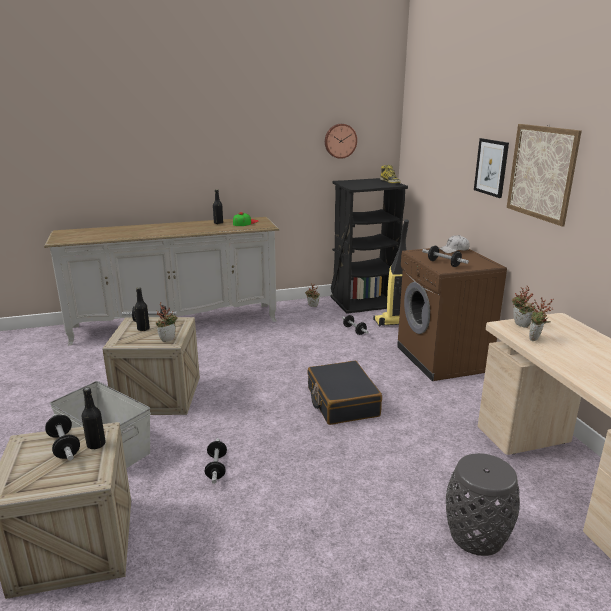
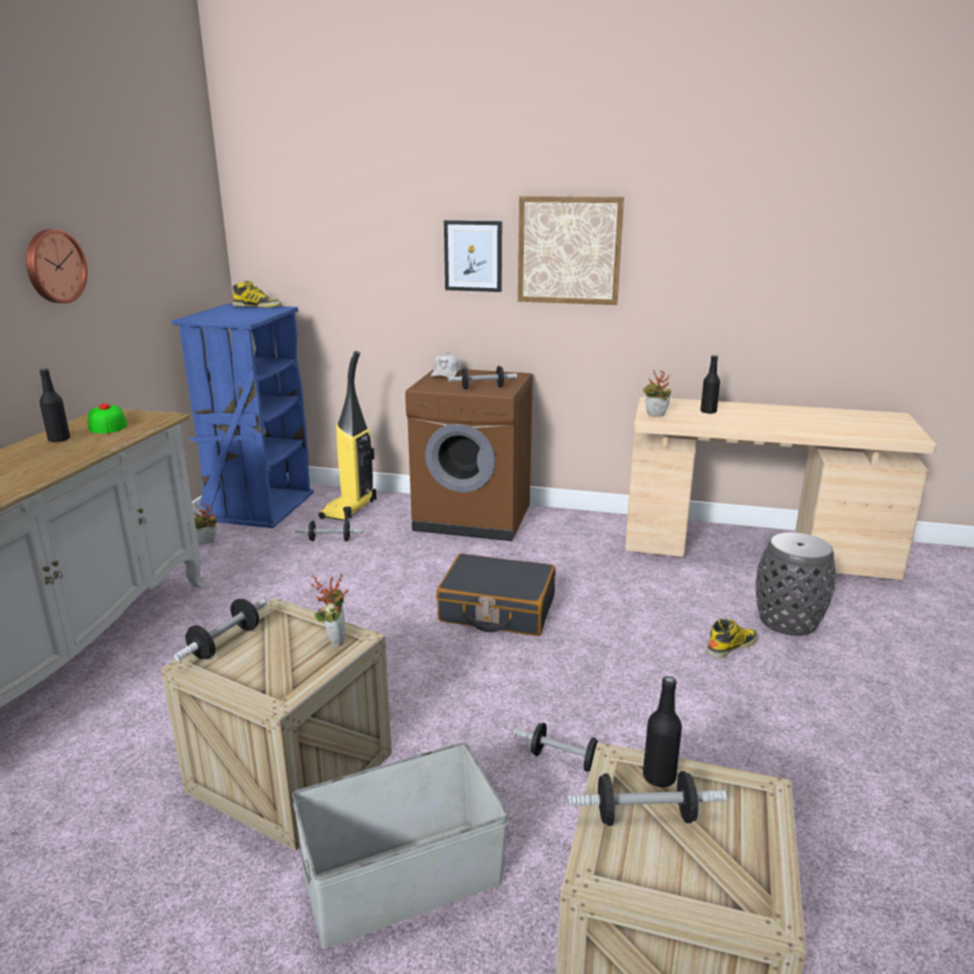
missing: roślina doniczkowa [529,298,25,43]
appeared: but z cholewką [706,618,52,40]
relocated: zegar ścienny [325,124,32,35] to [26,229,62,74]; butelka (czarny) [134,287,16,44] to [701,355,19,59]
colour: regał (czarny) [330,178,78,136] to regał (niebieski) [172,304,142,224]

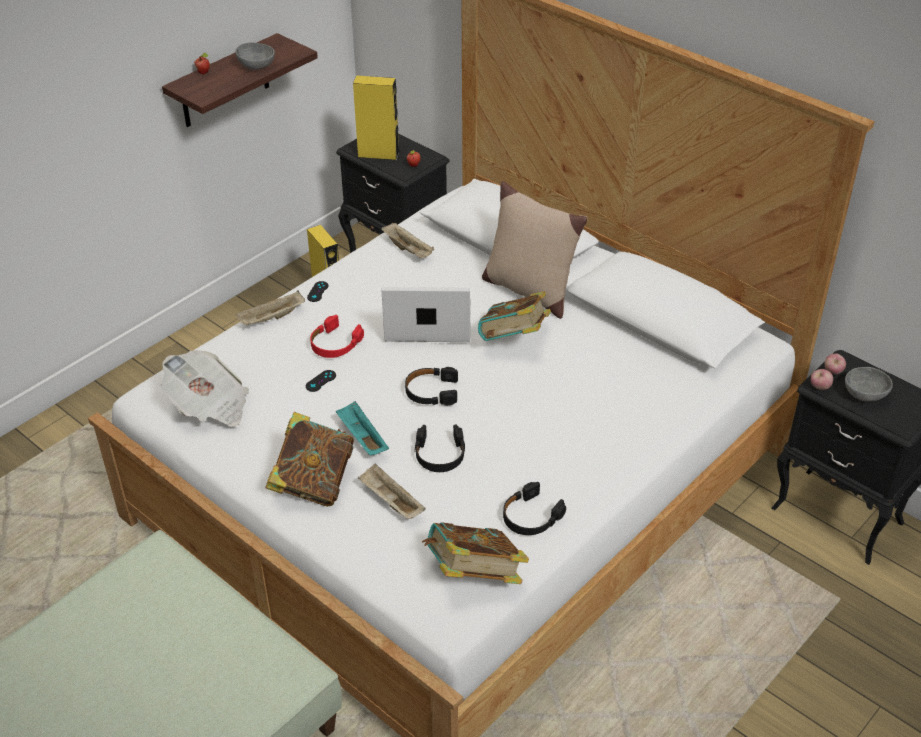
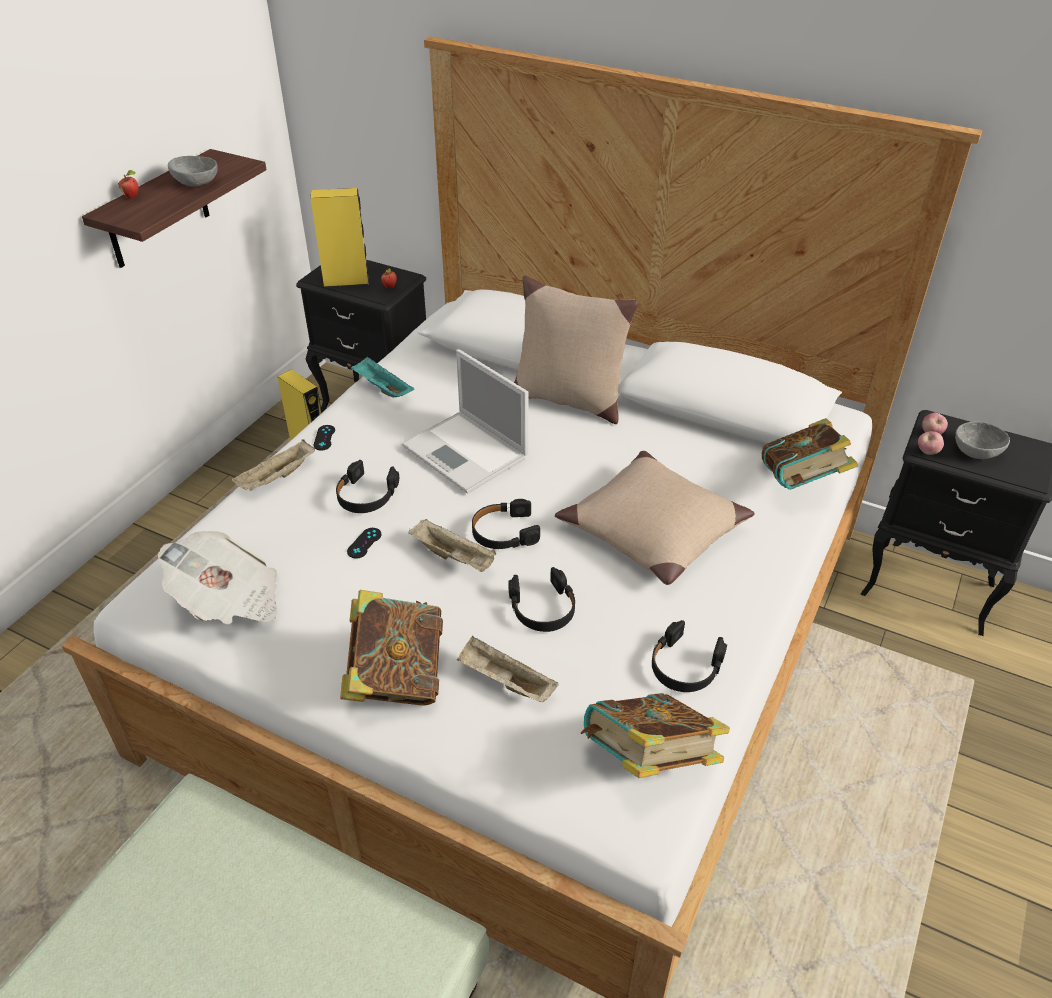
appeared: poduszka (beżowy) [555,451,200,134]
relocated: taca (turkusowy) [336,401,53,54] to [351,356,63,41]; taca (beżowy) [381,223,53,35] to [409,519,87,53]; książka [478,291,73,50] to [762,418,96,71]
colour: słuchawki (czerwony) [310,315,54,43] to słuchawki (czarny) [336,460,63,53]
spun: laptop [381,287,90,55] = [402,349,127,145] 120 degrees counterclockwise

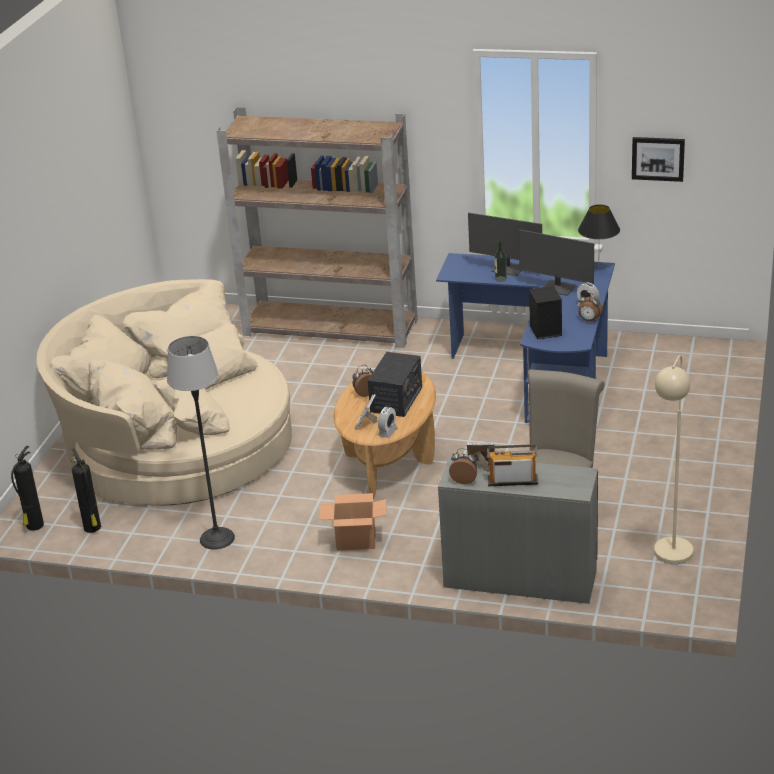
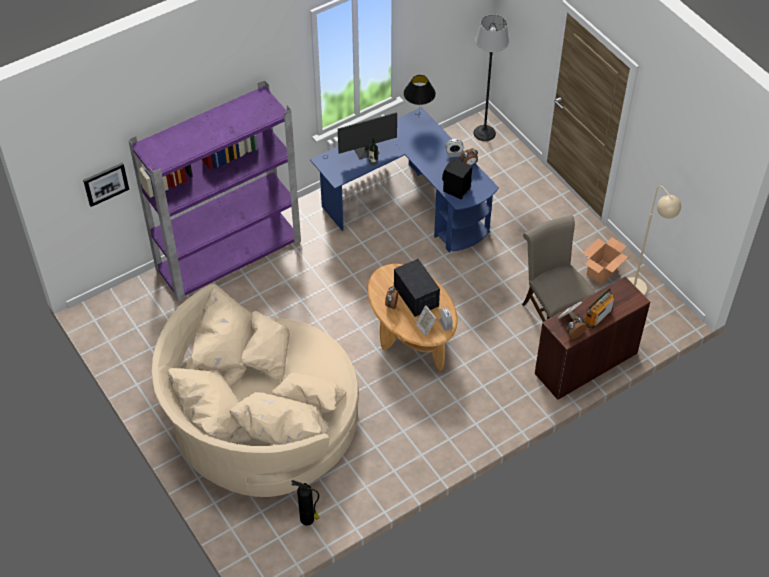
missing: gaśnica [11,446,33,85]; monitor [519,229,75,67]
relocated: obraz [632,137,53,45] to [83,163,46,44]; lampa stojąca [167,336,68,214] to [473,15,36,126]; karton [320,493,66,58] to [583,237,45,48]
colour: regał (brązowy) [217,107,201,241] to regał (fioletowy) [128,80,173,222]; biurko (szary) [438,455,160,149] to biurko (brązowy) [535,276,115,124]

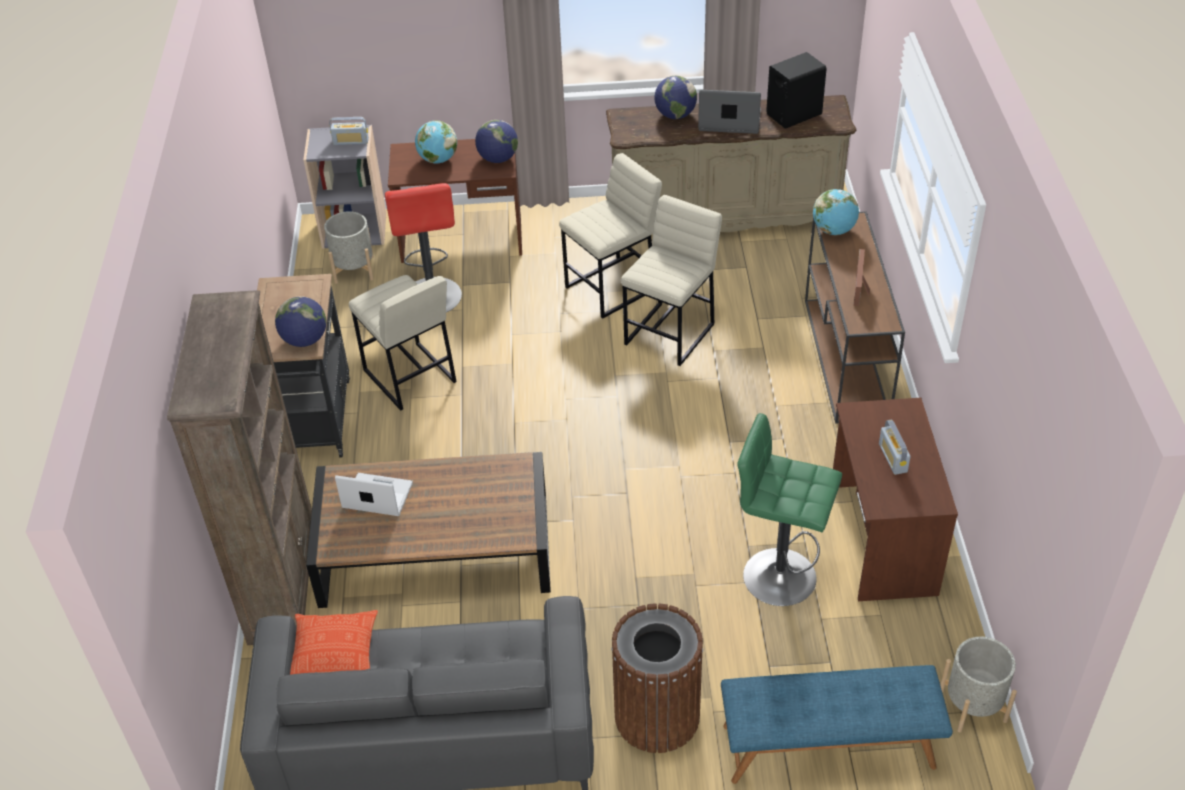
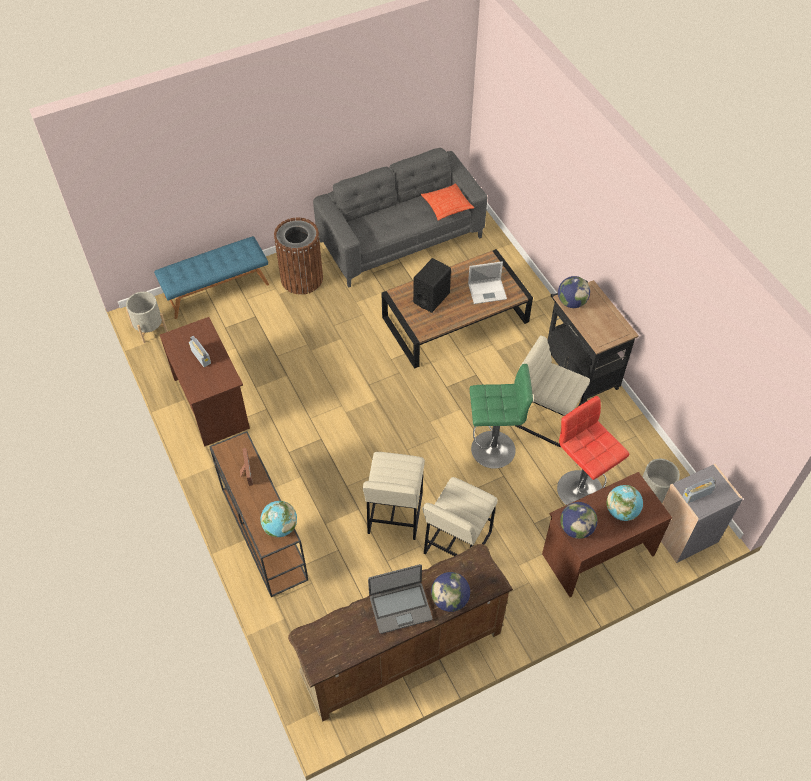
missing: regał (brązowy) [167,290,145,355]
relocated: głośnik (czarny) [766,52,61,77] to [413,258,38,55]; stołek (zielony) [737,413,105,193] to [470,364,63,105]

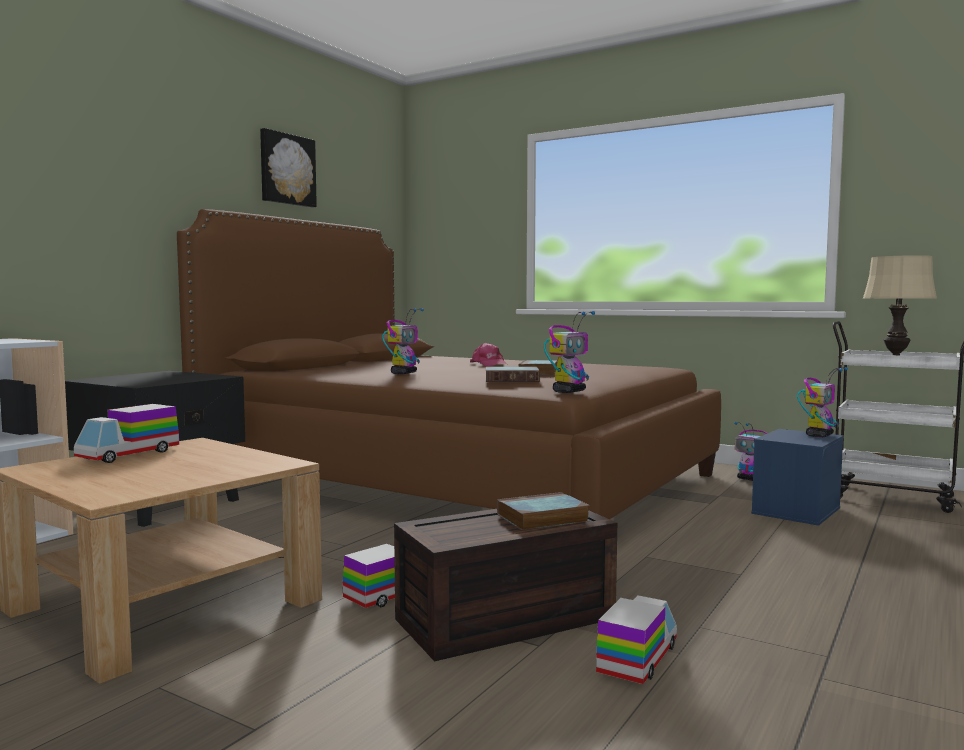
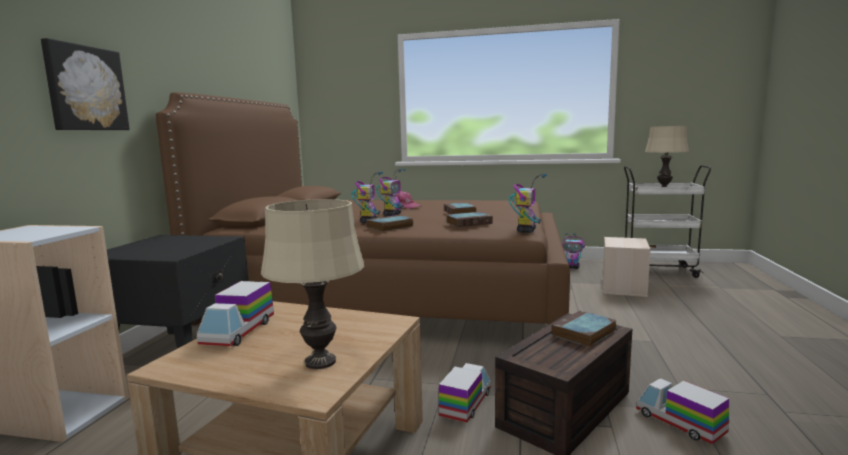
appeared: lampa stołowa (beżowy) [261,199,104,170]; książka [366,215,47,16]
relocated: obraz [260,128,57,80] to [41,38,89,92]; robot zabawkowy [797,367,51,70] to [376,169,30,47]
colour: pojemnik do przechowywania (niebieski) [751,429,93,97] to pojemnik do przechowywania (beżowy) [602,237,49,60]
spun: ciężarówka zabawkowa [596,595,81,89] = [636,378,93,66] 45 degrees counterclockwise

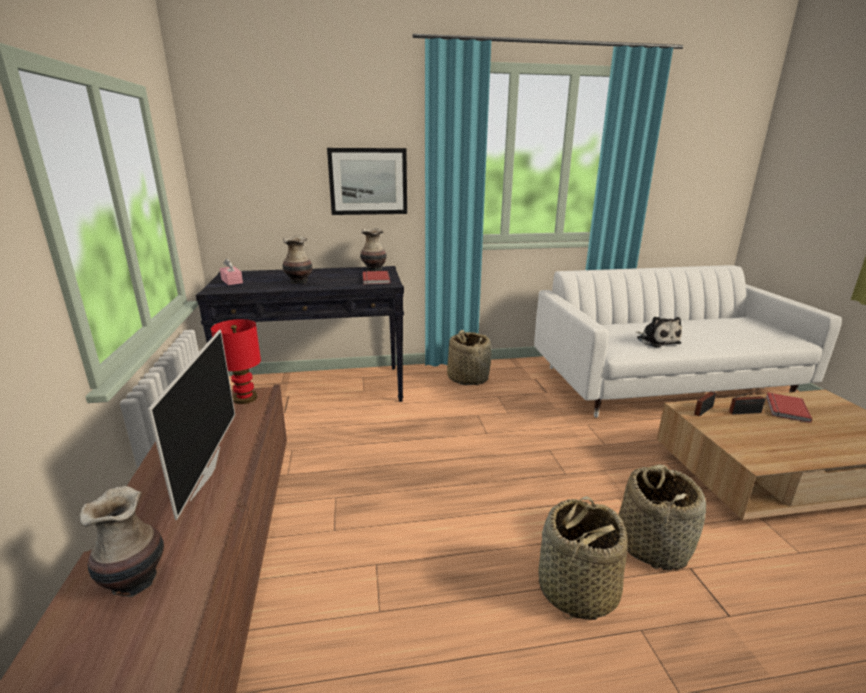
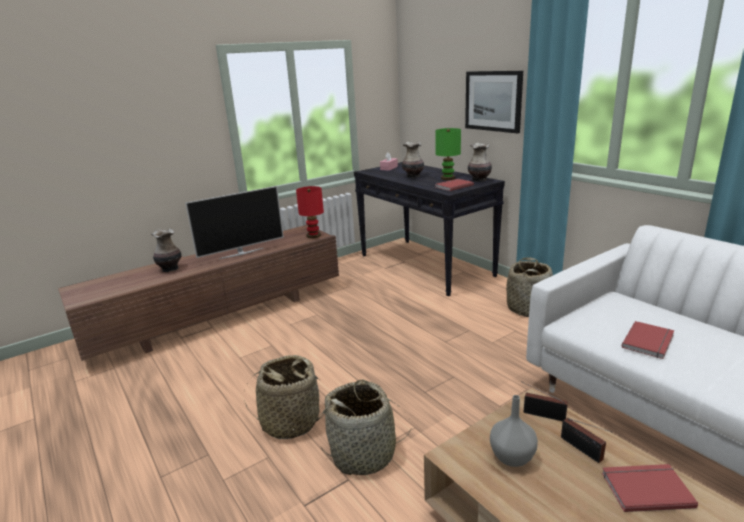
appeared: lampa stołowa (zielony) [435,128,26,52]; wazon (szary) [490,395,48,72]
exchanged: pluszak [636,317,46,30] to książka (czerwony) [622,321,52,38]

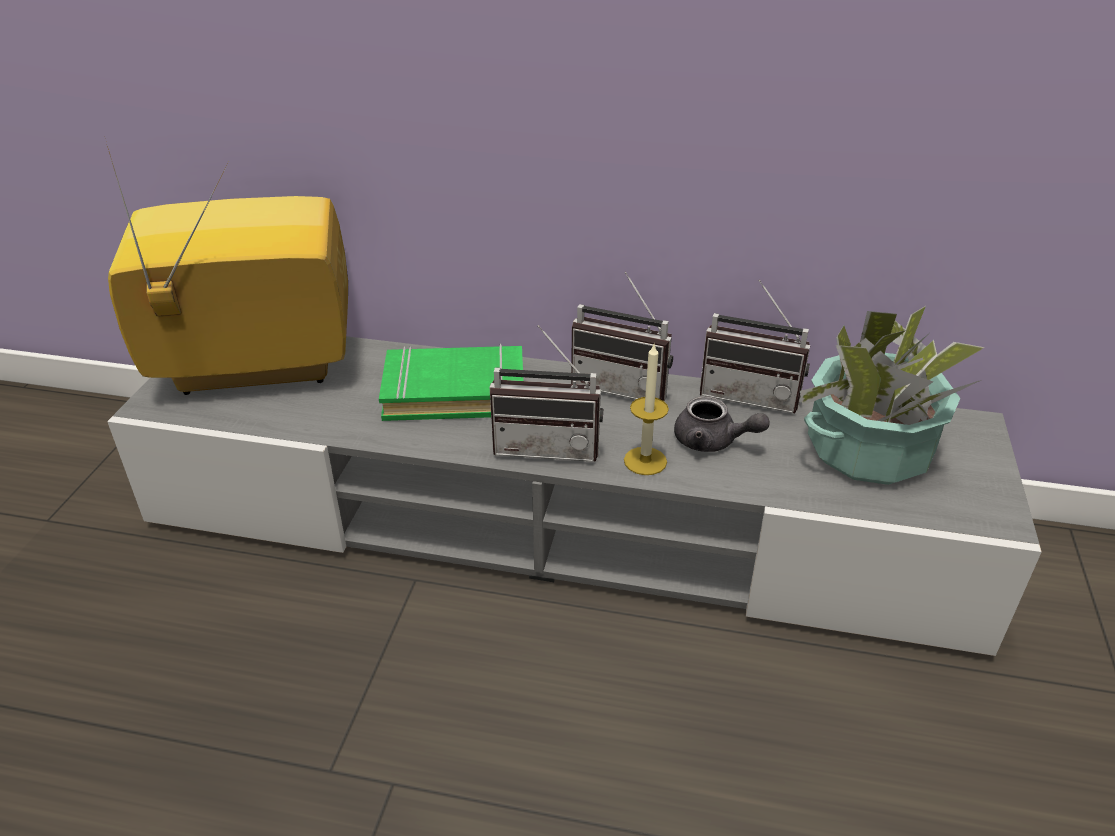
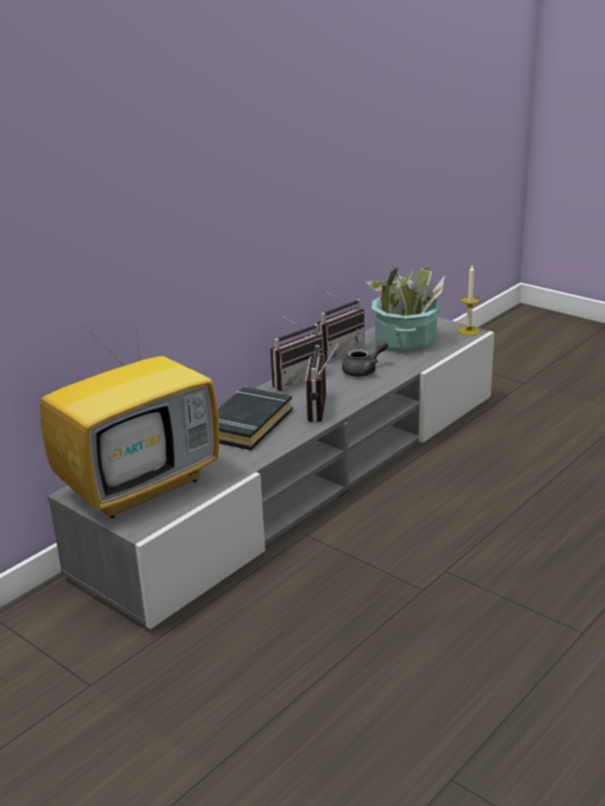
relocated: świeca [624,344,45,131] to [458,266,22,69]
colour: książka (zielony) [379,344,144,77] to książka (czarny) [217,386,76,64]
spun: telewizor [107,146,241,249] = [40,286,179,232] 150 degrees counterclockwise; radio [490,325,113,137] = [305,340,36,83] 150 degrees clockwise

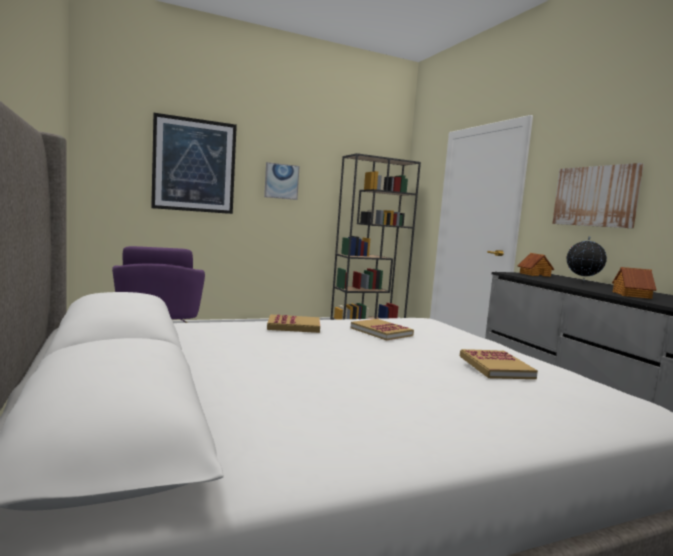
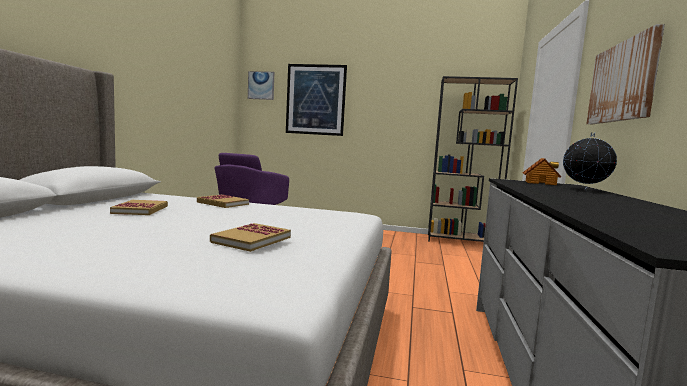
missing: domek [612,267,44,32]
relocated: książka [351,319,63,21] to [110,200,58,15]; obraz [264,162,36,38] to [248,71,26,29]

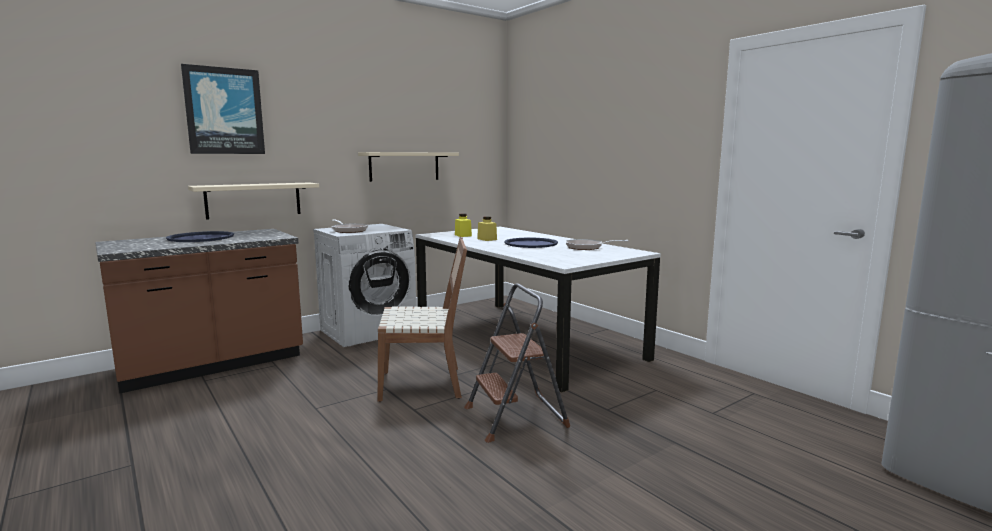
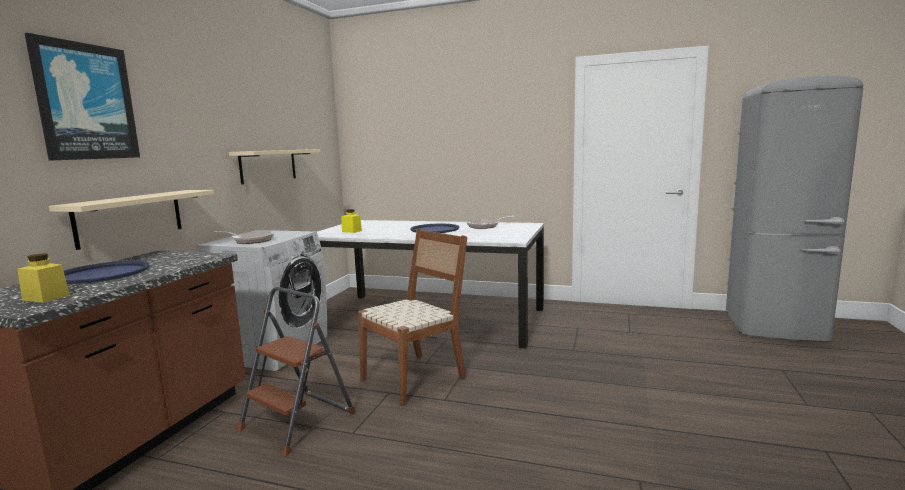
relocated: słoik (żółty) [477,216,20,25] to [17,253,53,50]; drabinka (brązowy) [464,283,106,160] to [236,287,119,170]

